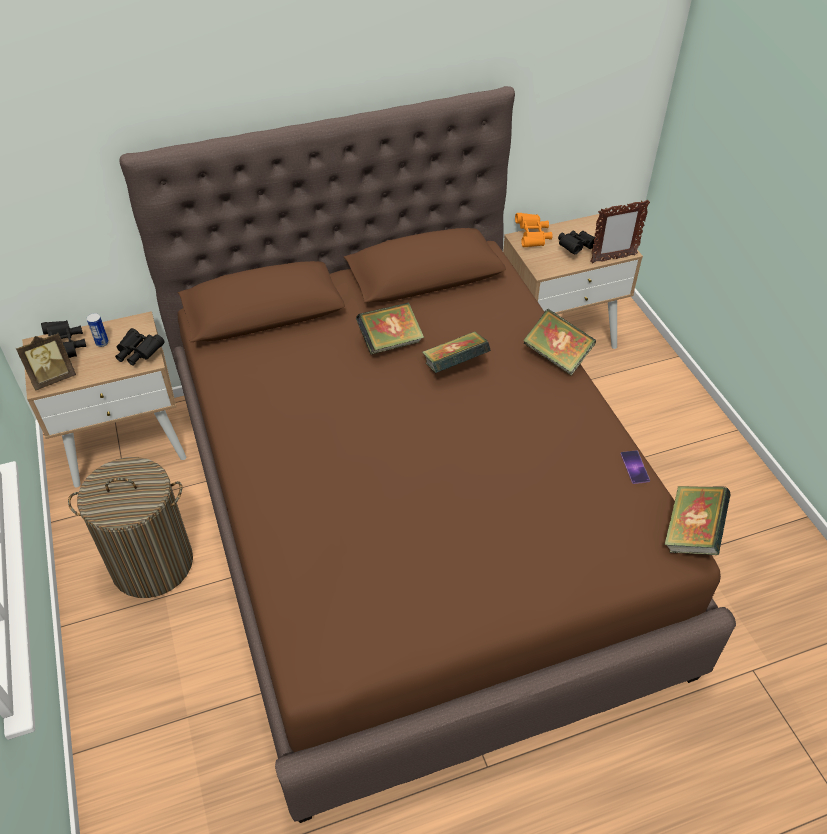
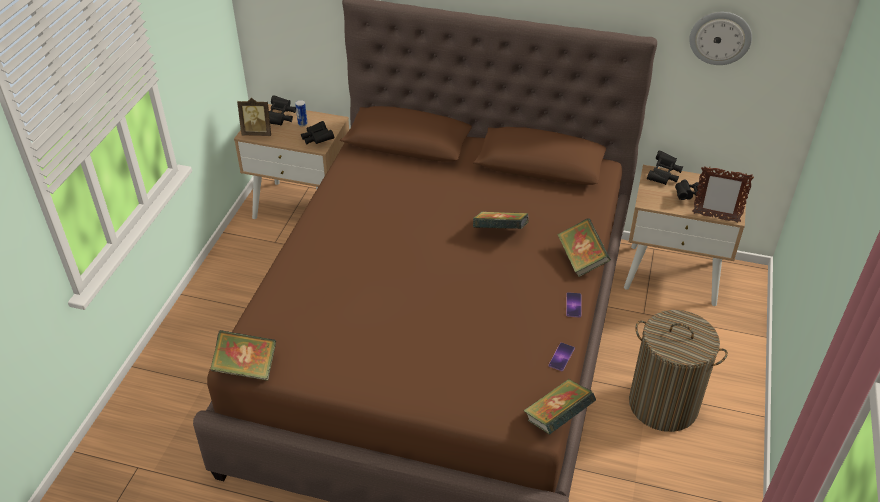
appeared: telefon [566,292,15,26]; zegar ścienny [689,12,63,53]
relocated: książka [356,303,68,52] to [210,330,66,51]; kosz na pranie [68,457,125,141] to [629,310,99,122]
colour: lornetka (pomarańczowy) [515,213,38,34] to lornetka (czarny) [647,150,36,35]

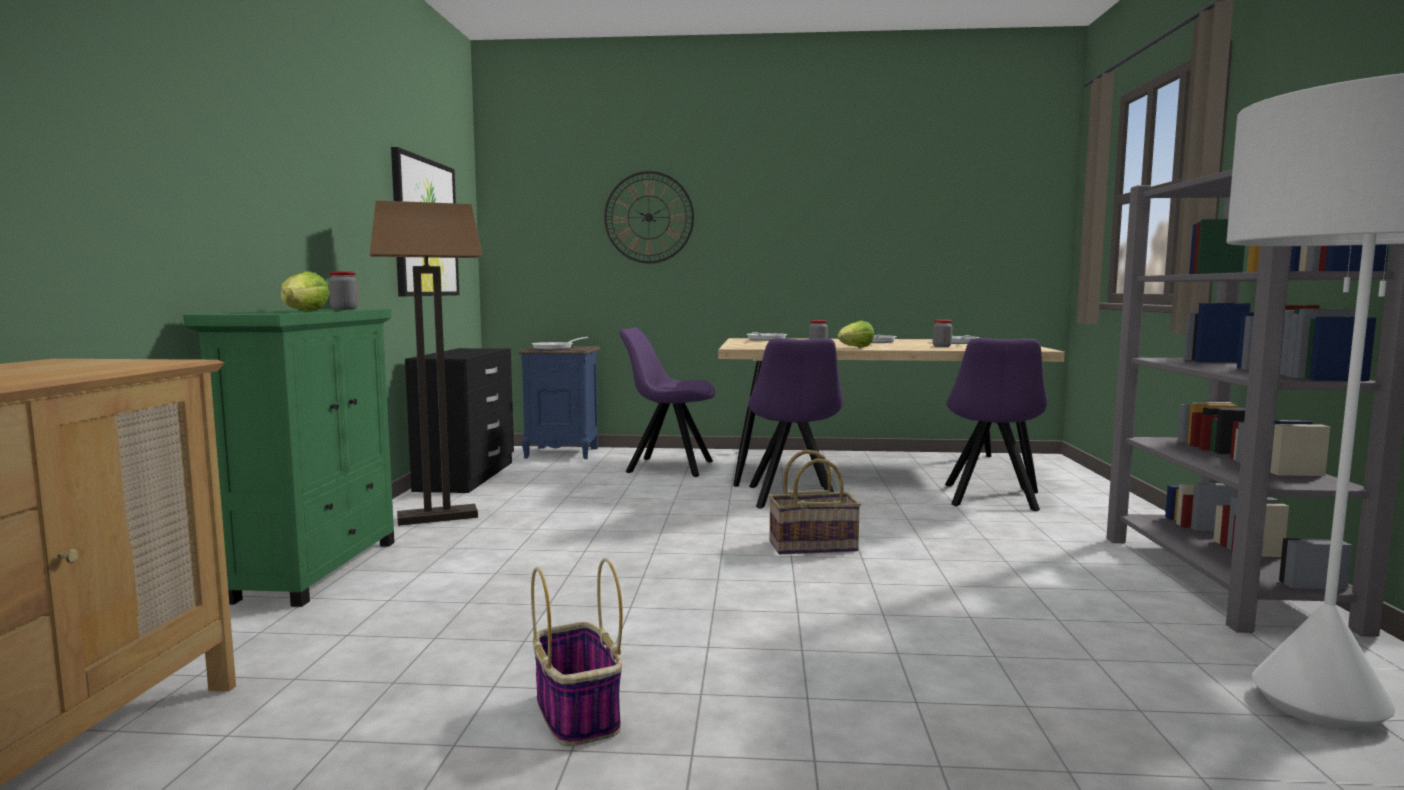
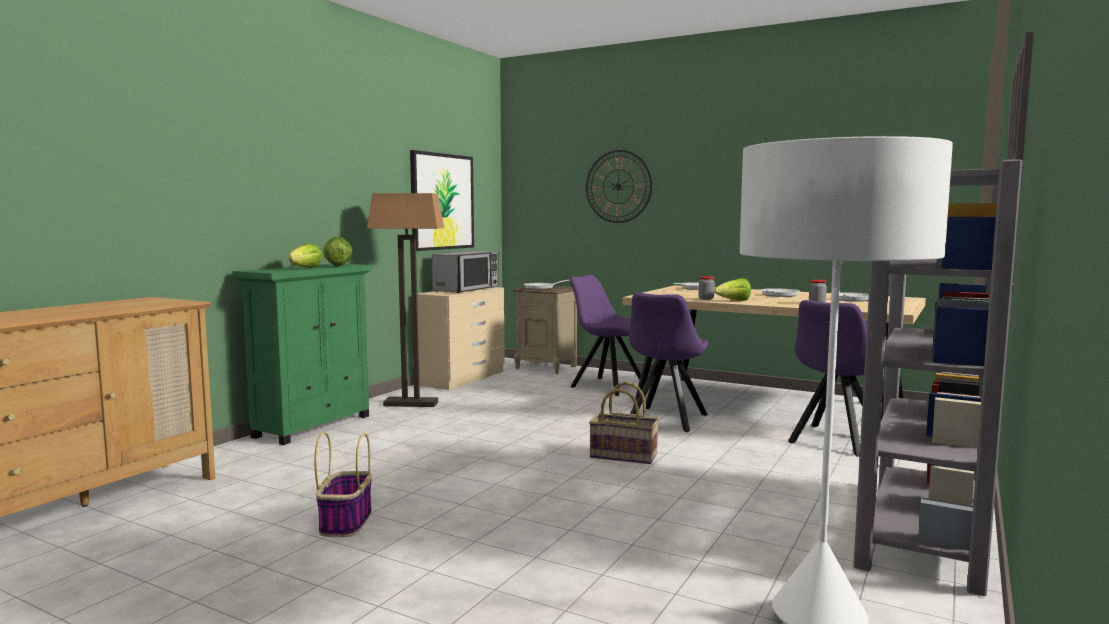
appeared: mikrofalówka [432,251,67,42]
exchanged: słoik [329,271,29,39] to sałata [323,236,30,30]
colour: komoda (czarny) [405,348,109,145] to komoda (beżowy) [417,287,88,103]; szafka nocna (niebieski) [518,346,82,113] to szafka nocna (beżowy) [513,286,64,88]

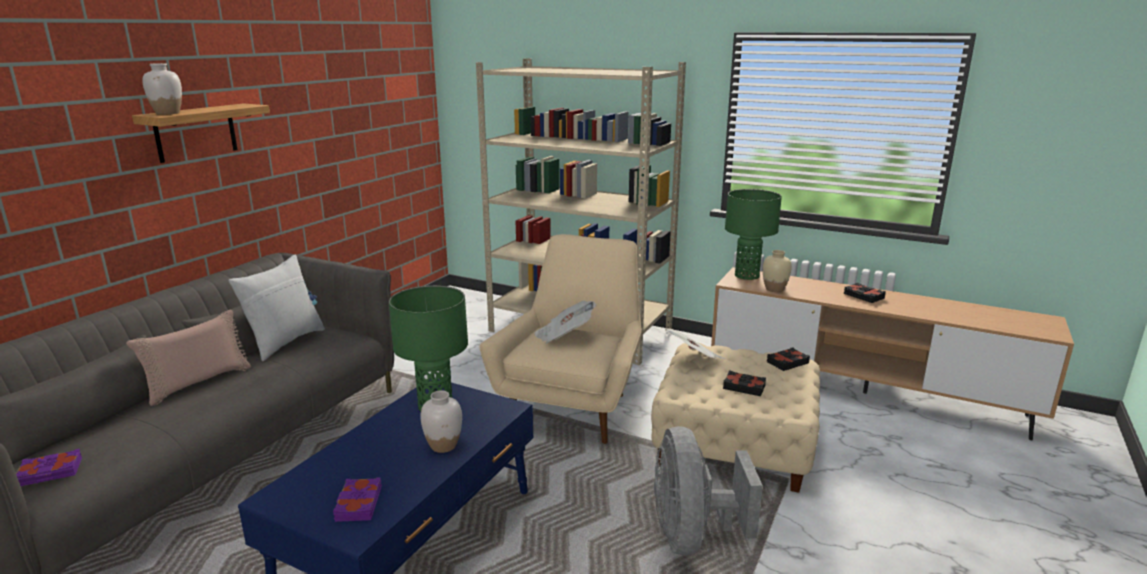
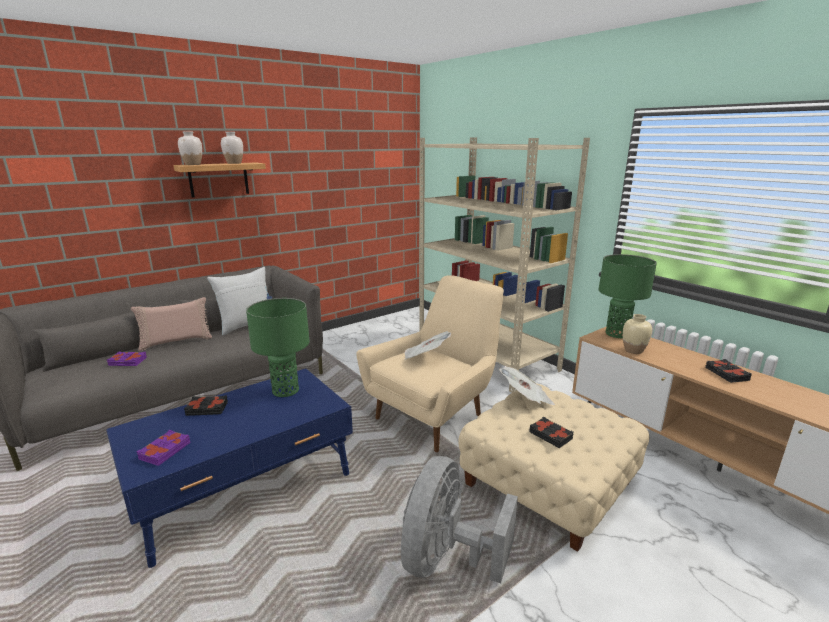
relocated: książka (fioletowy) [16,449,66,37] to [107,351,40,15]; książka (czarny) [767,347,43,24] to [184,395,44,21]; wazon (biały) [420,390,42,63] to [221,132,22,32]

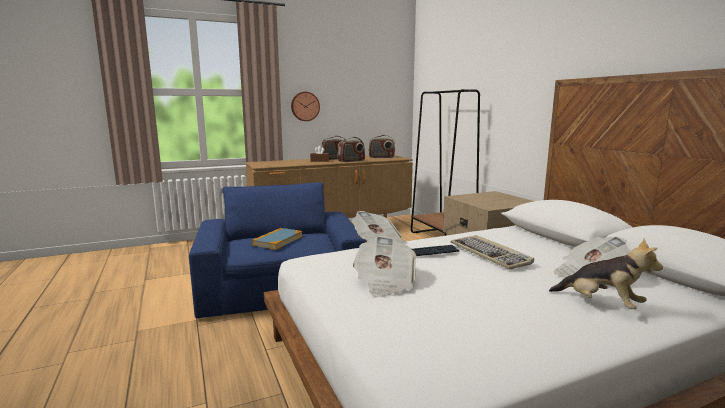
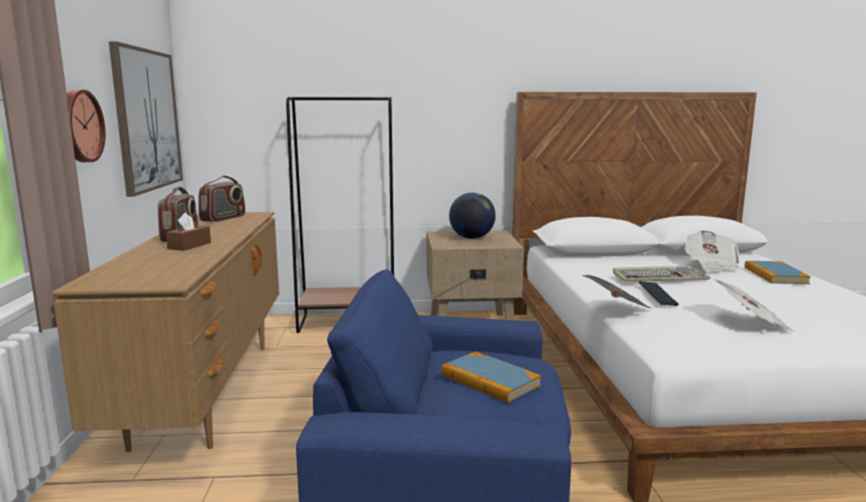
missing: radio [338,137,27,25]
appeared: obraz [109,41,74,156]; globus [449,193,47,46]
exchanged: pluszak [549,239,114,70] to książka [745,261,66,23]

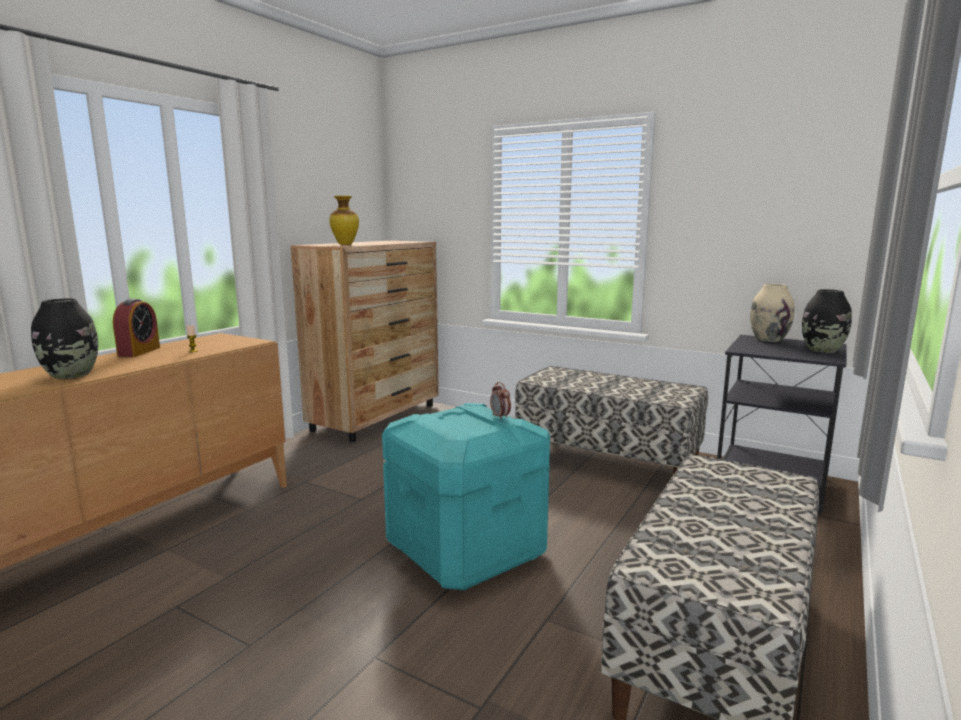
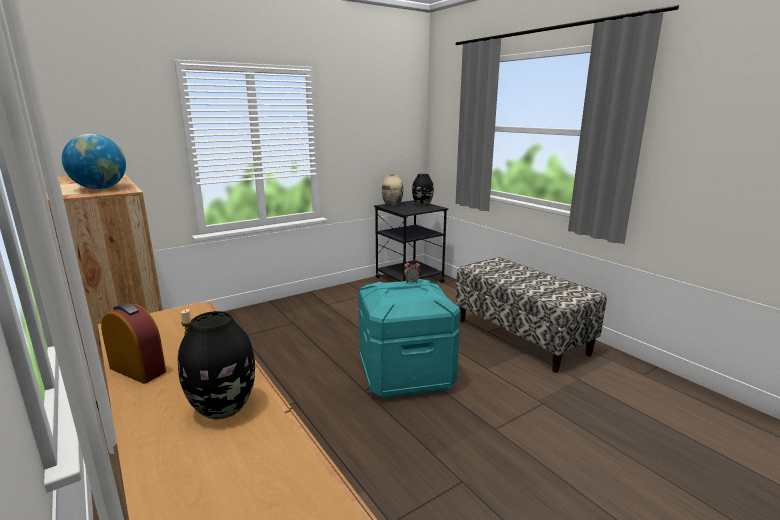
missing: ławka [515,366,193,107]
exchanged: wazon [330,196,29,49] to globus [62,134,64,55]

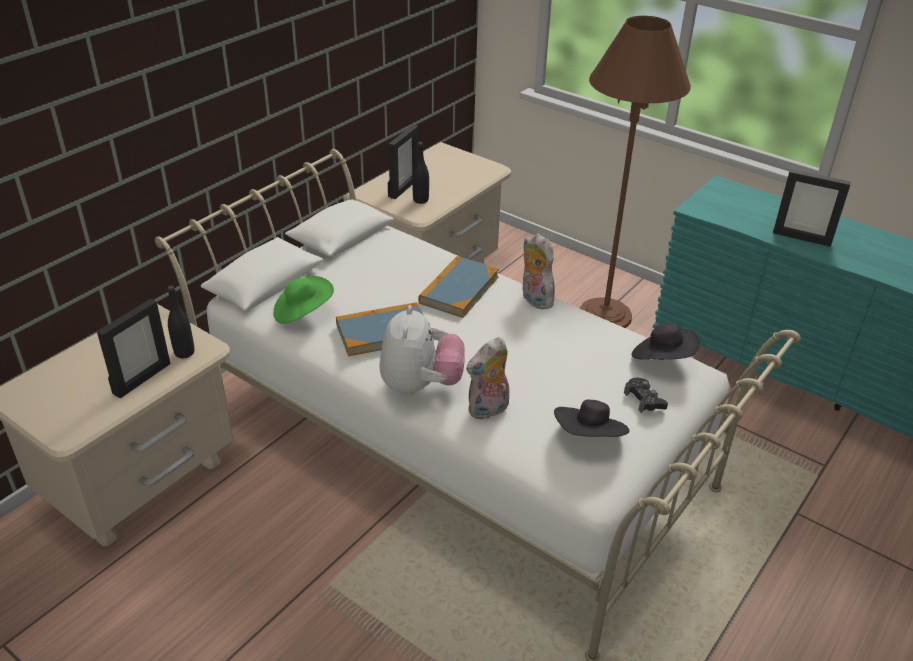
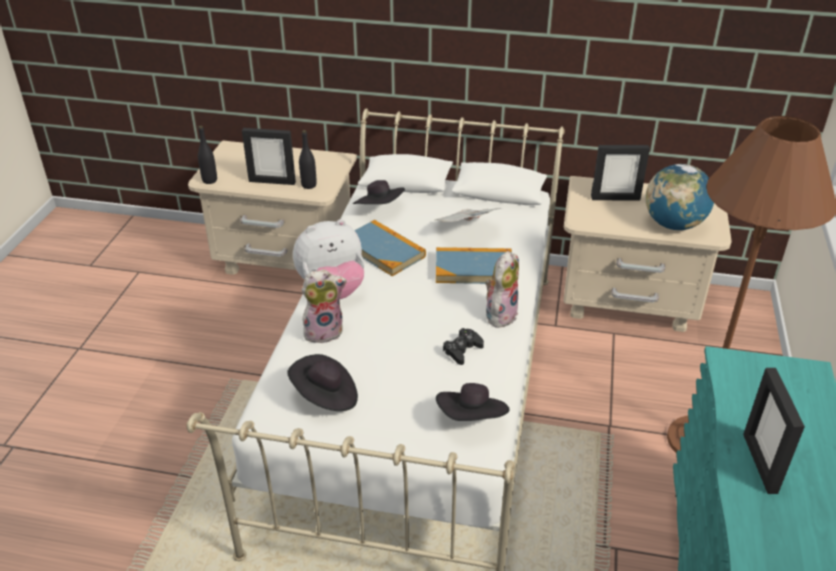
appeared: gazeta [434,208,69,14]; globus [646,164,68,66]
relocated: butelka (czarny) [412,142,17,62] to [198,126,19,58]; pad do gier (czarny) [624,377,44,36] to [443,328,41,37]
colour: kapelusz (zielony) [273,276,61,48] to kapelusz (czarny) [352,180,53,24]
spun: pluszak [466,337,43,83] = [302,269,45,74] 135 degrees clockwise

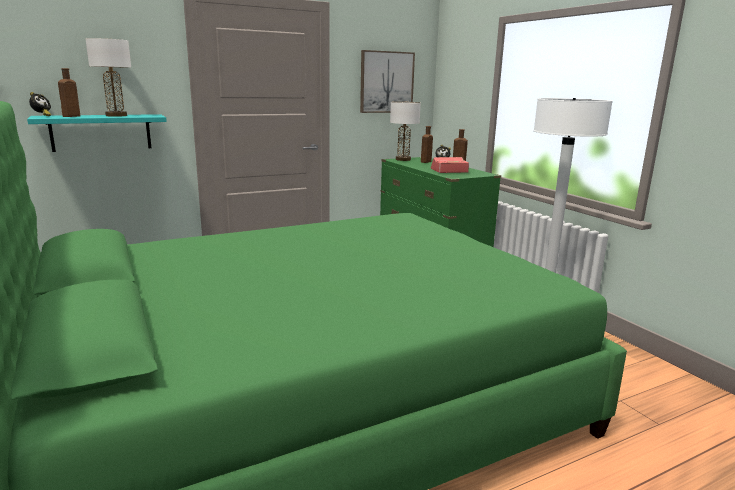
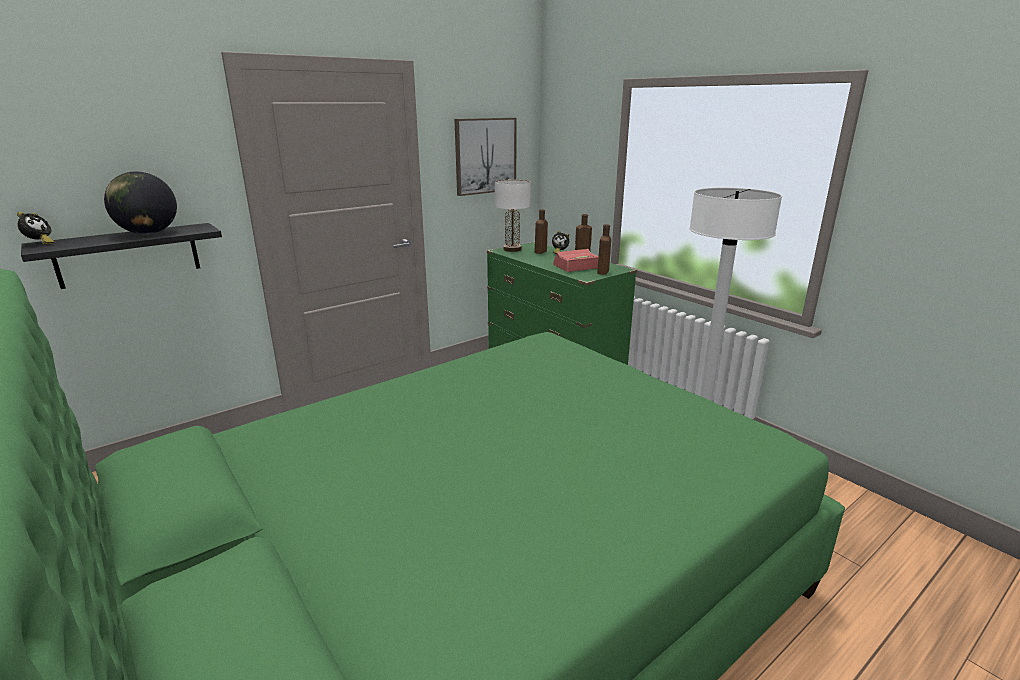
relocated: butelka (brązowy) [58,68,22,49] to [597,224,14,51]
exchanged: lampa stołowa [85,38,46,79] to globus [104,172,73,62]
colour: półka (turkusowy) [27,114,140,38] to półka (czarny) [21,223,201,66]

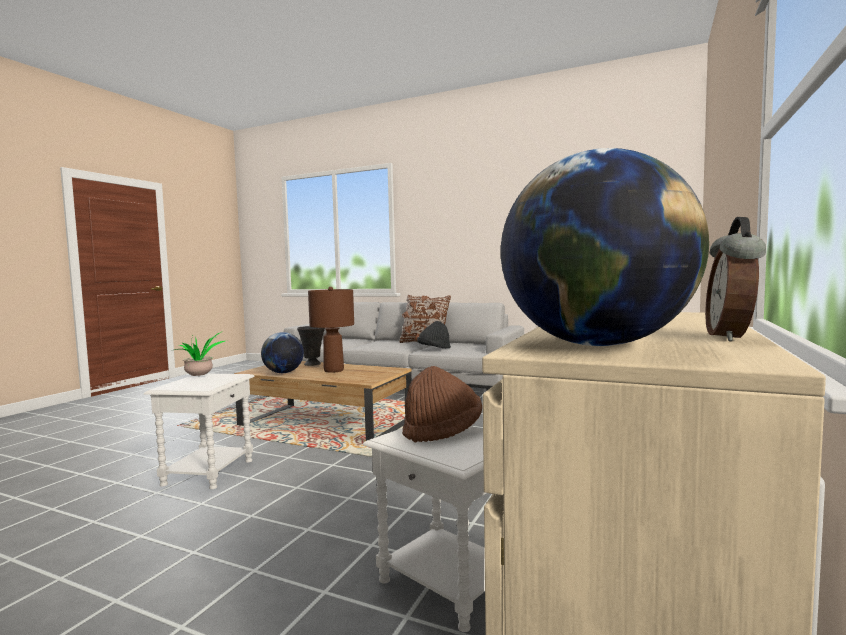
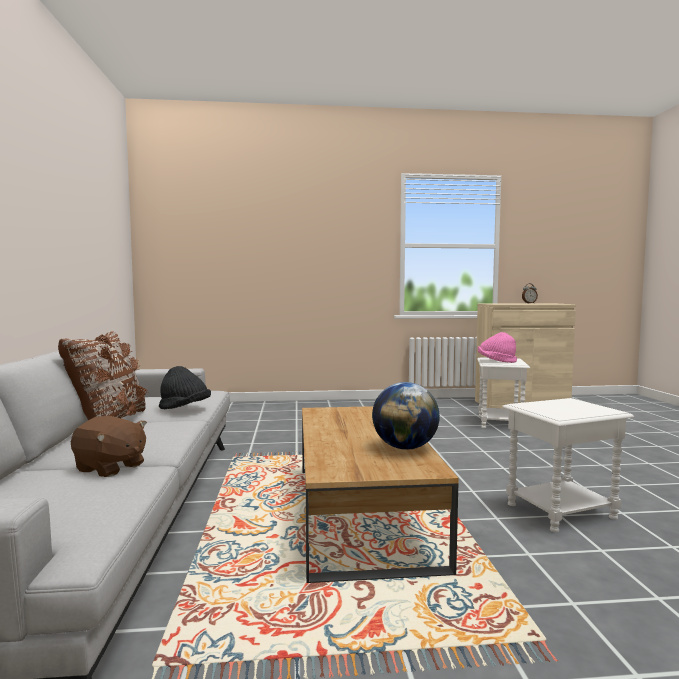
missing: roślina doniczkowa [175,332,50,44]; wazon (szary) [297,326,28,40]; lampa stołowa (brązowy) [308,287,46,86]; globus [501,148,208,198]
appeared: pluszak (brązowy) [71,416,76,61]
colour: kapelusz (brązowy) [402,366,80,77] to kapelusz (różowy) [478,332,39,31]

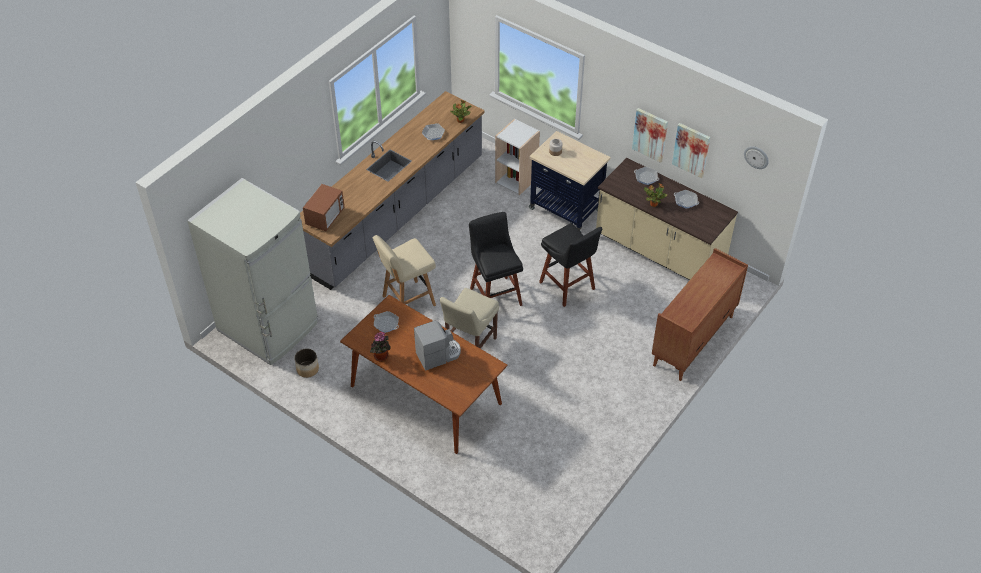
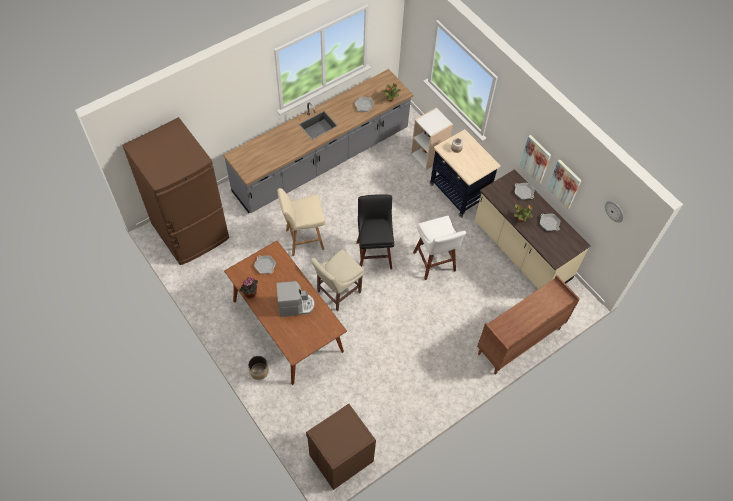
missing: mikrofalówka [303,184,42,47]
appeared: pralka (brązowy) [306,404,70,86]
relocated: donica [294,348,25,30] to [248,356,21,24]
colour: lodówka (biały) [187,178,131,187] to lodówka (brązowy) [122,117,107,148]; stołek (czarny) [539,223,63,84] to stołek (biały) [413,216,53,64]

